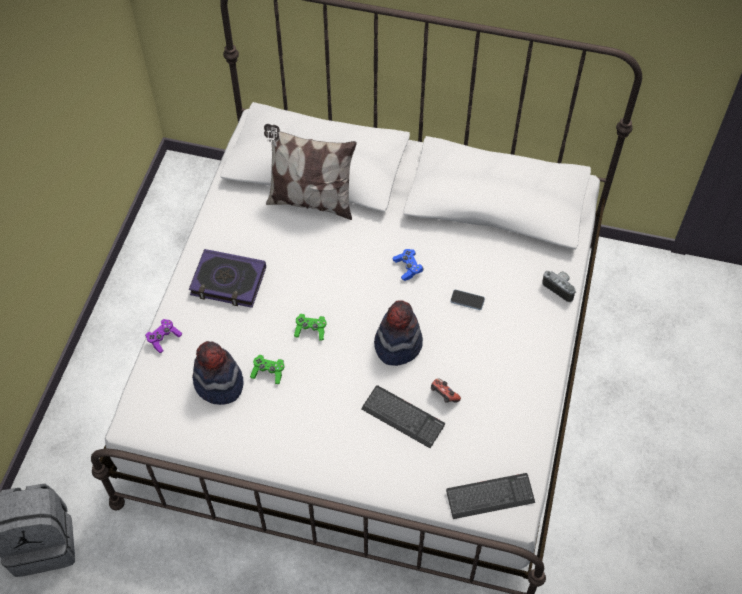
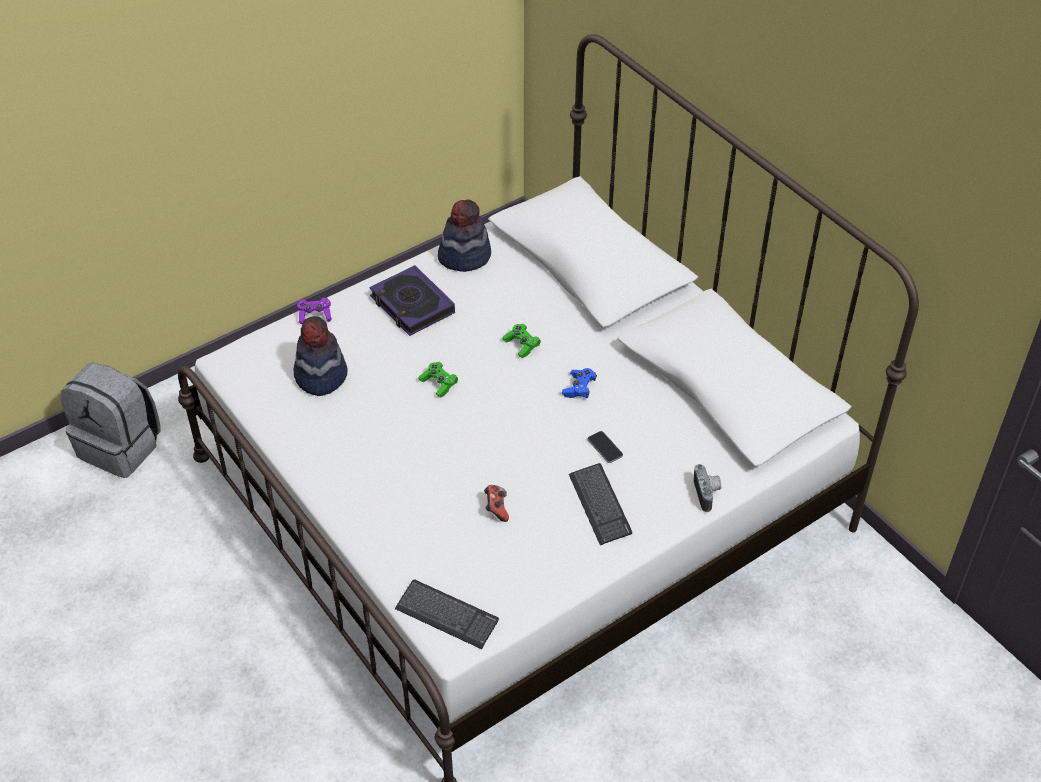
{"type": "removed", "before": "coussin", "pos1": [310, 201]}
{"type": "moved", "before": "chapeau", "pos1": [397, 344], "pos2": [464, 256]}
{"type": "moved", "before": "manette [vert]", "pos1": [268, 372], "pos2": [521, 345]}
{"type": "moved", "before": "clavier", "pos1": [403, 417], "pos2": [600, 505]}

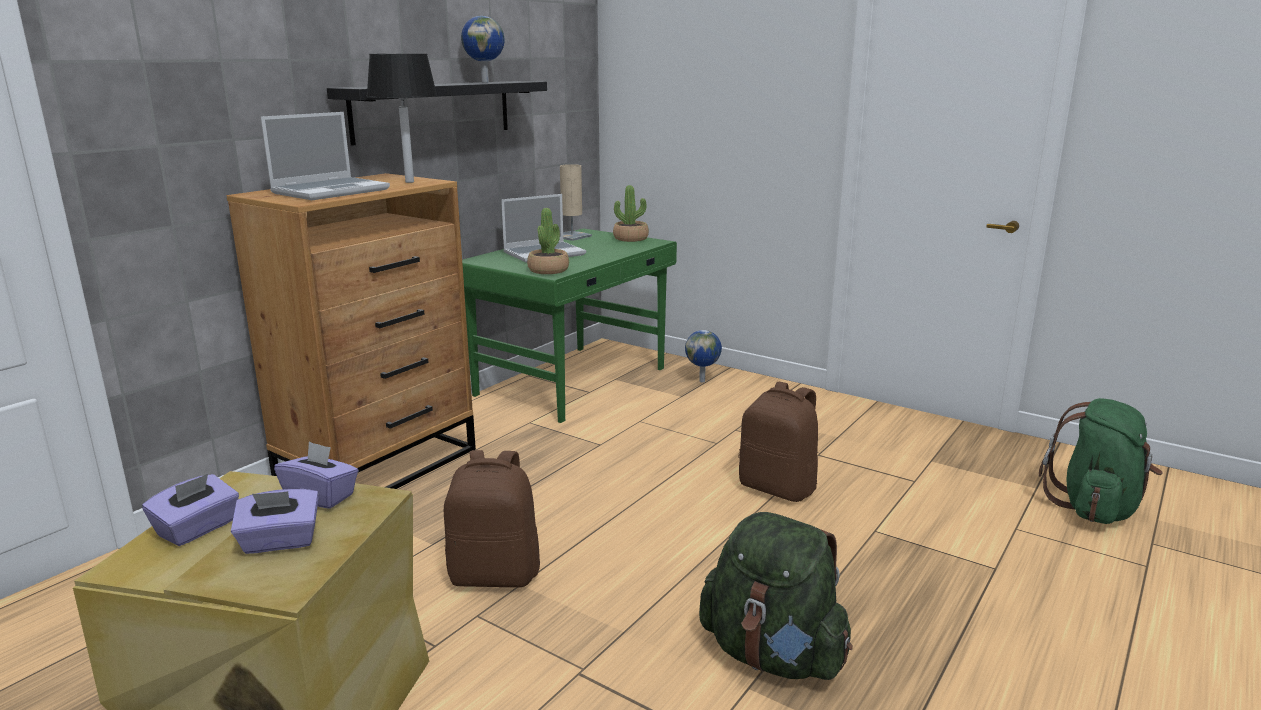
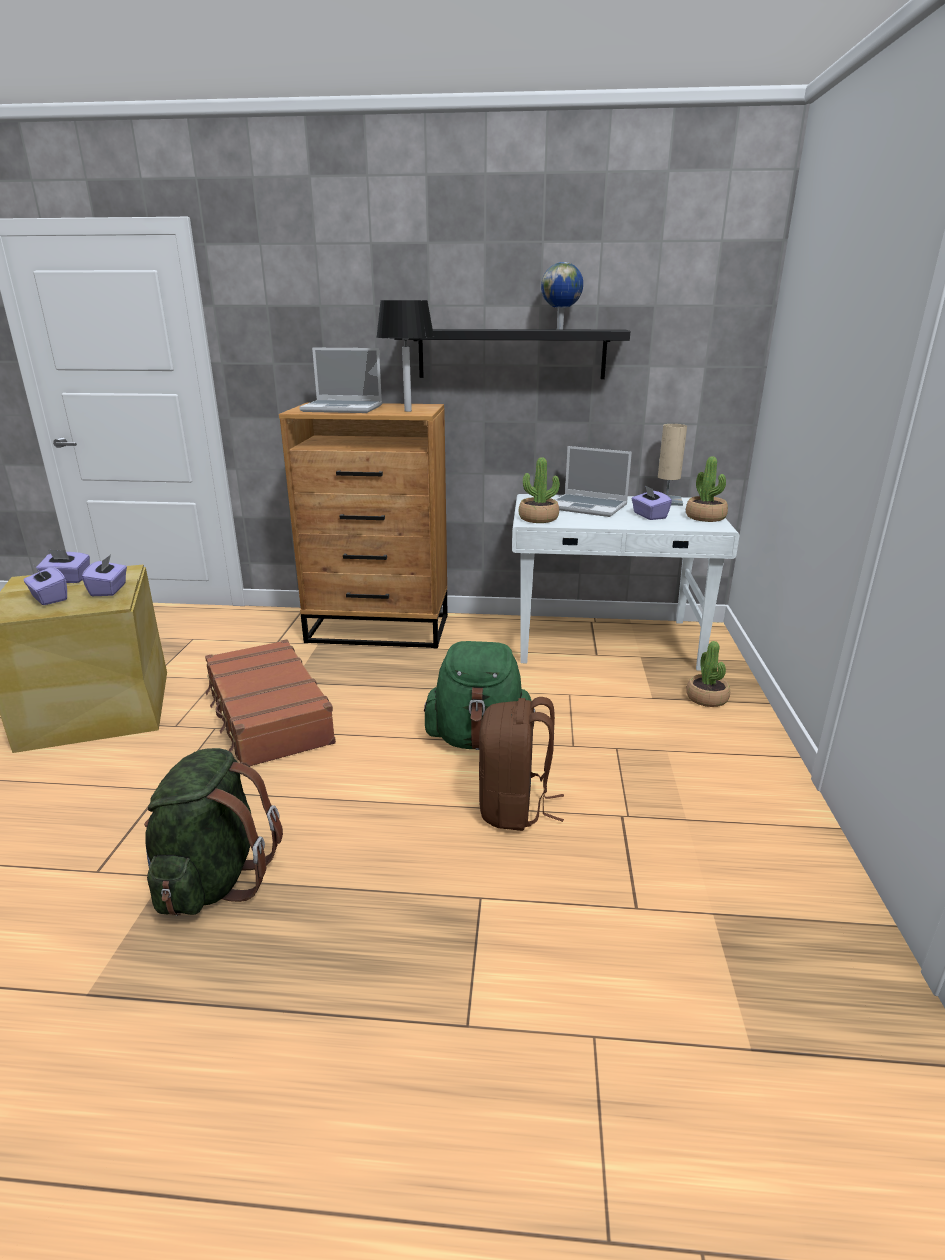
{"type": "recoloured", "before": "bureau [vert]", "after": "bureau [blanc]", "pos1": [574, 381], "pos2": [607, 642]}
{"type": "replaced", "before": "globe", "after": "plante en pot", "pos1": [702, 381], "pos2": [707, 698]}
{"type": "moved", "before": "sac à dos [vert]", "pos1": [1095, 508], "pos2": [479, 740]}
{"type": "replaced", "before": "sac à dos [marron]", "after": "valise [marron]", "pos1": [495, 574], "pos2": [268, 717]}
{"type": "added", "after": "boîte à mouchoirs [violet]", "pos2": [649, 516]}

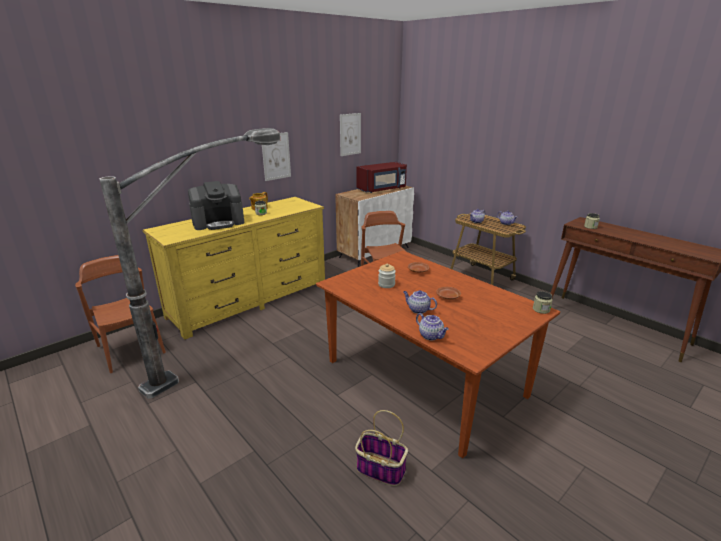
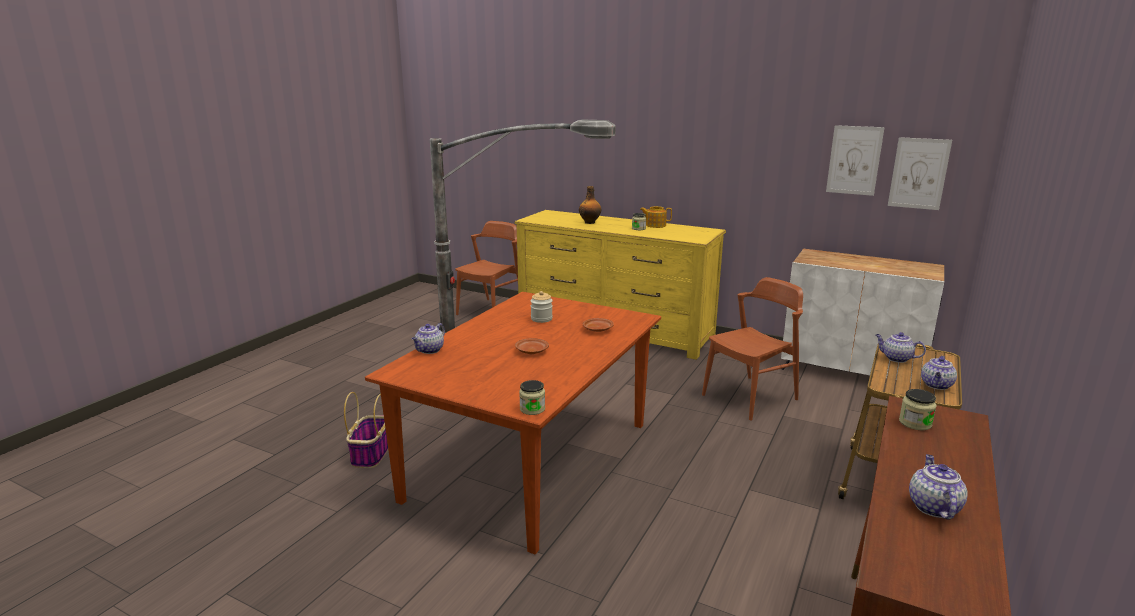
{"type": "moved", "before": "tableau", "pos1": [276, 156], "pos2": [918, 173]}
{"type": "removed", "before": "micro-ondes [rouge]", "pos1": [382, 189]}
{"type": "replaced", "before": "machine à café", "after": "bouteille", "pos1": [218, 222], "pos2": [590, 222]}
{"type": "moved", "before": "théière", "pos1": [418, 310], "pos2": [932, 507]}

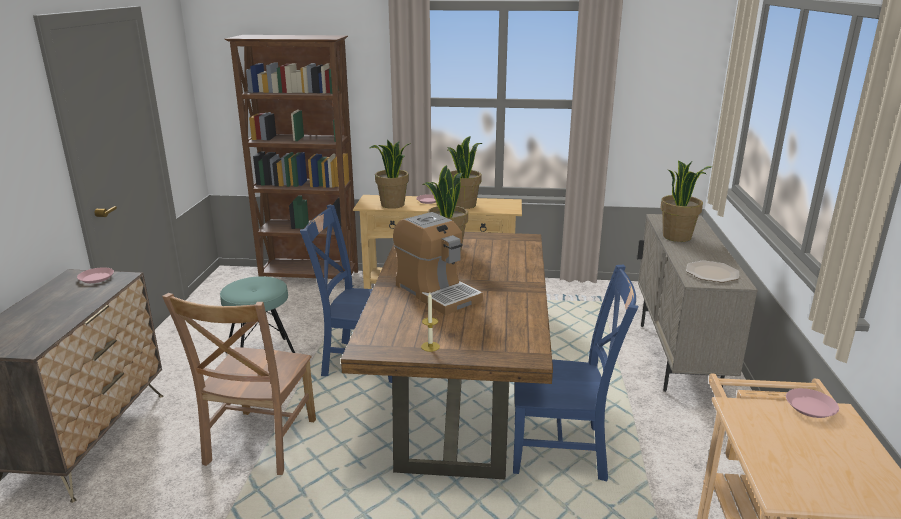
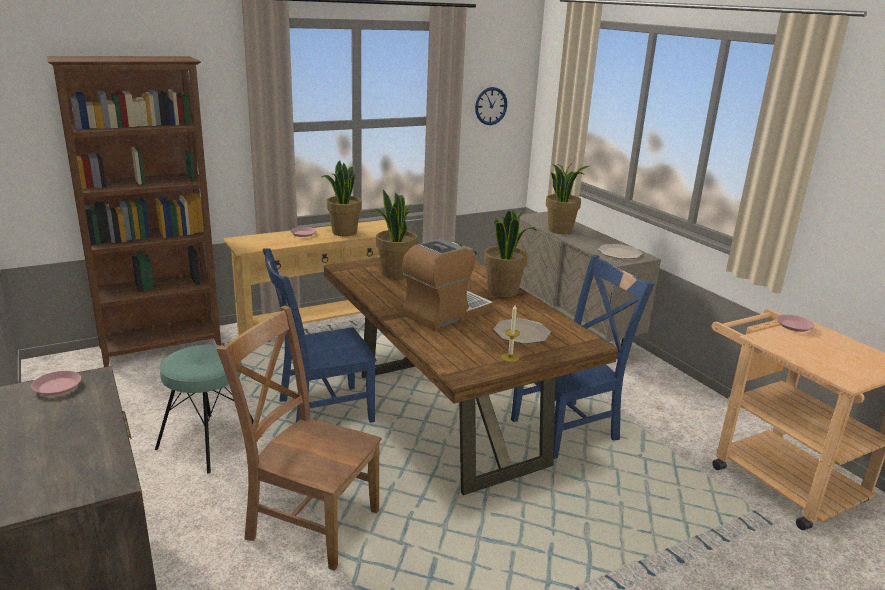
{"type": "moved", "before": "plante en pot", "pos1": [393, 205], "pos2": [503, 292]}
{"type": "turned", "before": "machine à café", "pos1": [436, 292], "pos2": [446, 313], "turn": -60}
{"type": "turned", "before": "chaise [marron]", "pos1": [259, 444], "pos2": [309, 522], "turn": 135}
{"type": "added", "after": "horloge murale", "pos2": [491, 106]}
{"type": "added", "after": "assiette", "pos2": [521, 332]}

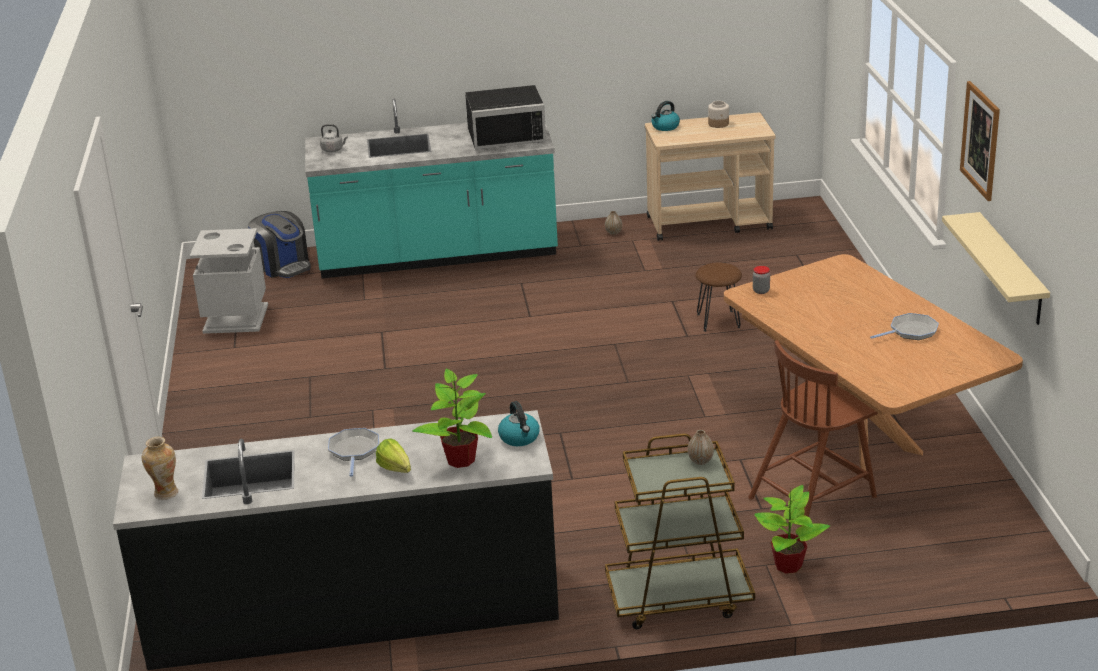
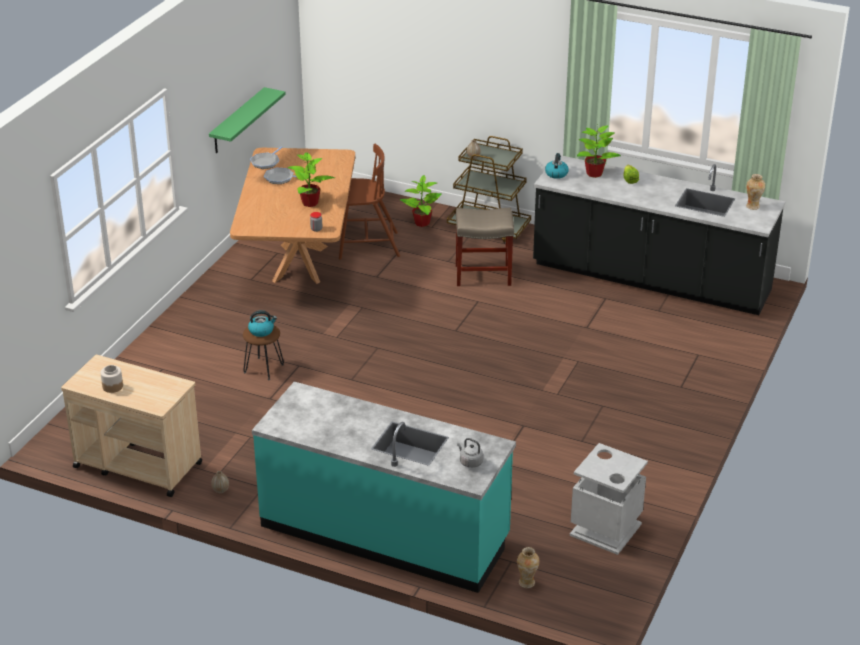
{"type": "removed", "before": "tableau", "pos1": [980, 140]}
{"type": "removed", "before": "micro-ondes [noir]", "pos1": [506, 135]}
{"type": "moved", "before": "bouilloire", "pos1": [665, 127], "pos2": [261, 331]}
{"type": "replaced", "before": "machine à café", "after": "vase", "pos1": [283, 266], "pos2": [527, 583]}
{"type": "recoloured", "before": "étagère [beige]", "after": "étagère [vert]", "pos1": [1011, 269], "pos2": [237, 121]}
{"type": "moved", "before": "poêle", "pos1": [354, 451], "pos2": [266, 162]}
{"type": "added", "after": "plante en pot", "pos2": [310, 203]}
{"type": "added", "after": "tabouret [beige]", "pos2": [484, 275]}

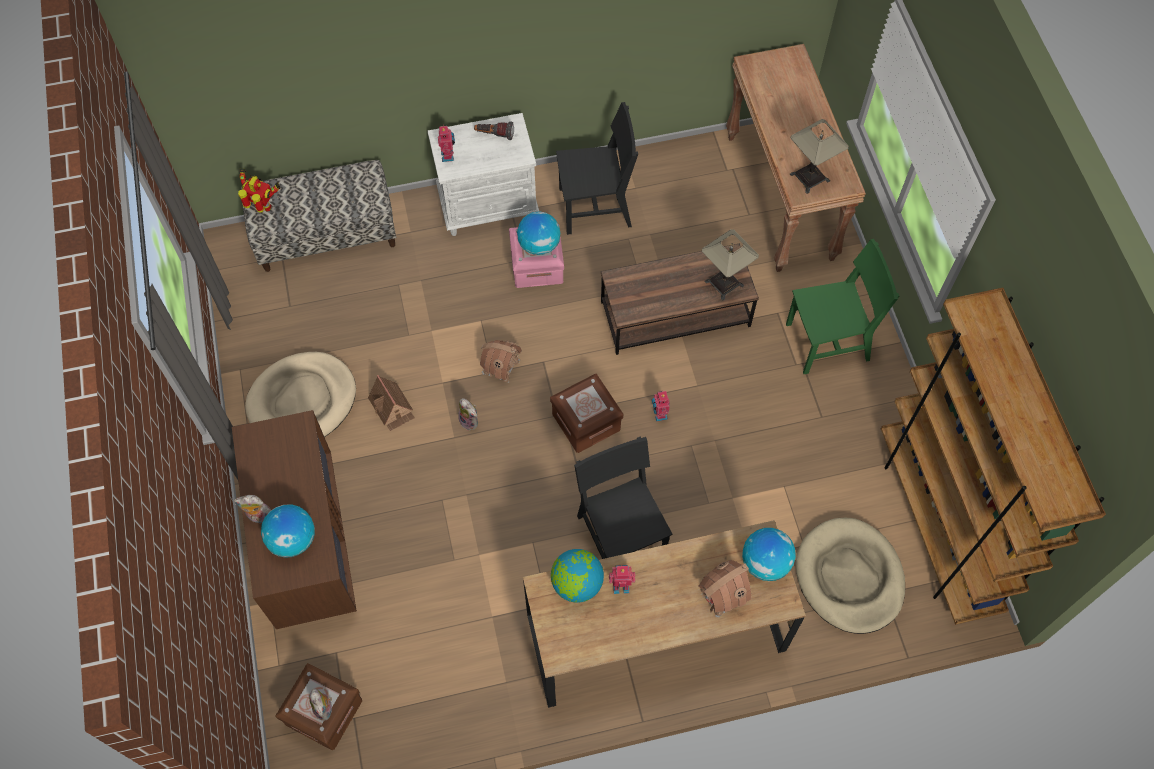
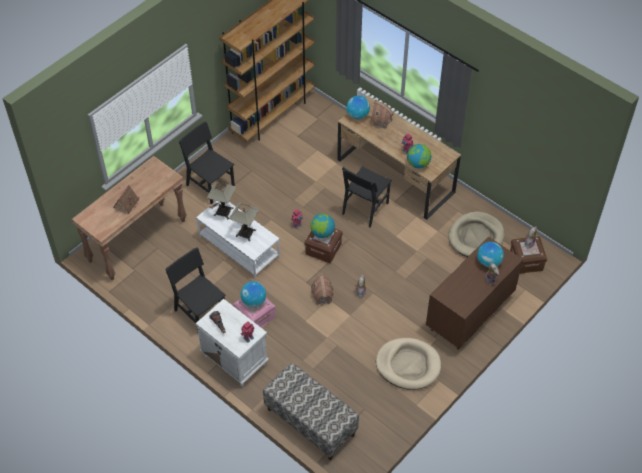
{"type": "moved", "before": "lampe de table", "pos1": [809, 177], "pos2": [245, 233]}
{"type": "removed", "before": "robot jouet", "pos1": [263, 208]}
{"type": "recoloured", "before": "chaise [vert]", "after": "chaise [noir]", "pos1": [827, 342], "pos2": [210, 185]}
{"type": "recoloured", "before": "table basse [marron]", "after": "table basse [blanc]", "pos1": [675, 313], "pos2": [238, 247]}
{"type": "moved", "before": "maison miniature", "pos1": [392, 407], "pos2": [127, 203]}
{"type": "moved", "before": "panier pour chien [beige]", "pos1": [849, 577], "pos2": [476, 237]}
{"type": "added", "after": "globe", "pos2": [322, 233]}

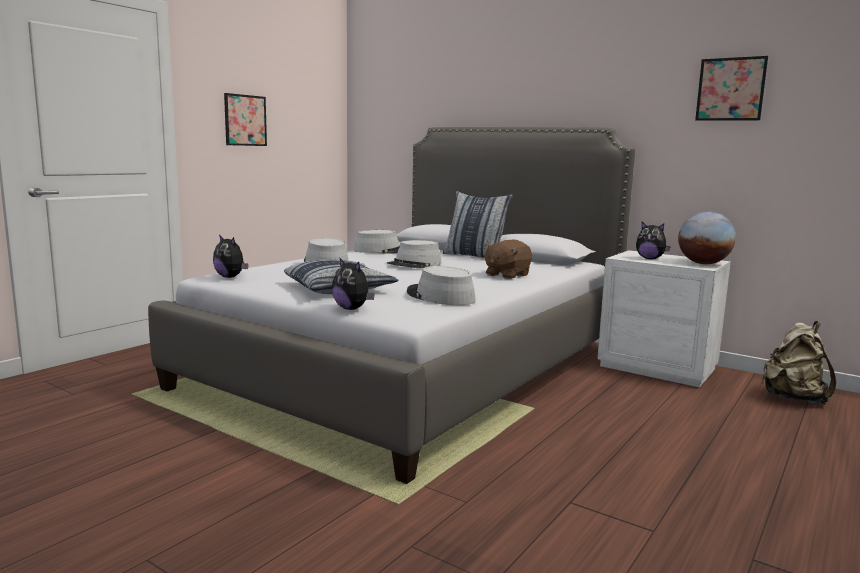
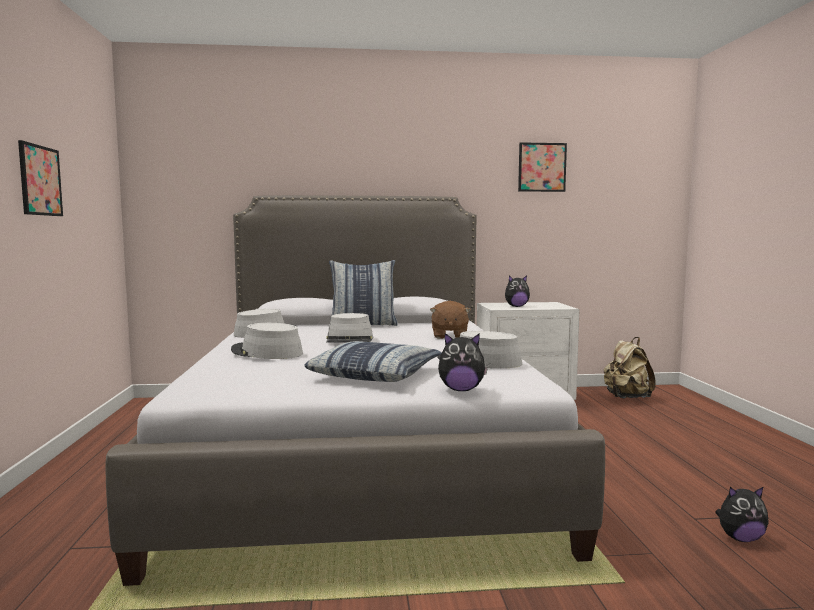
{"type": "removed", "before": "globe", "pos1": [703, 263]}
{"type": "moved", "before": "peluche", "pos1": [231, 277], "pos2": [740, 538]}

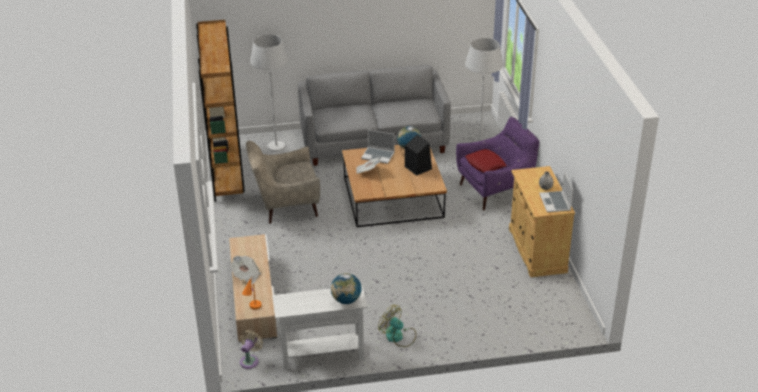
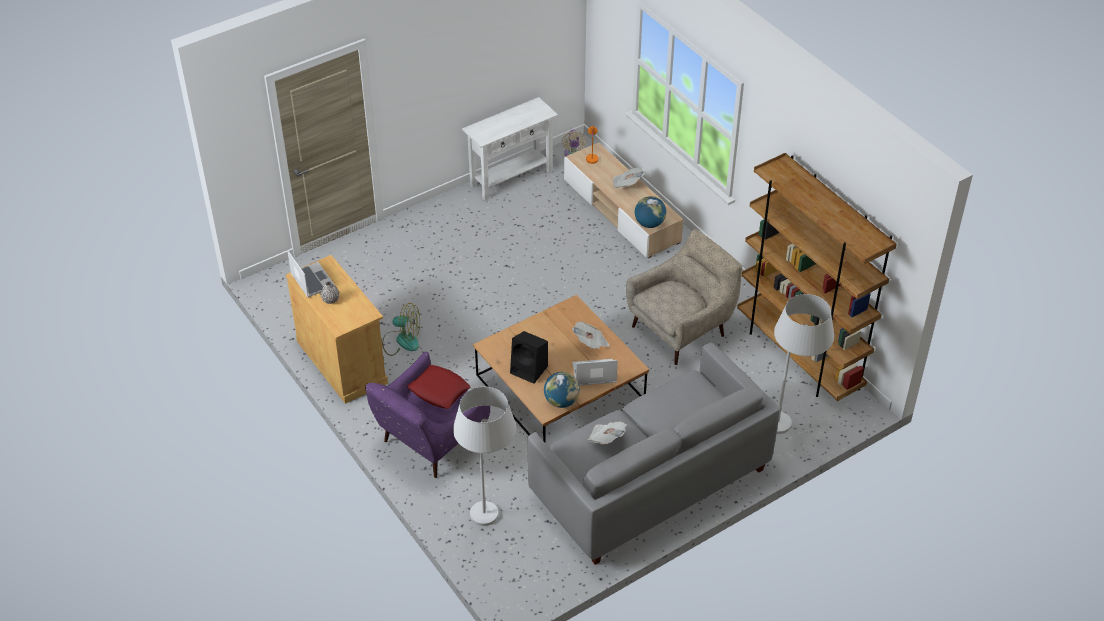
{"type": "moved", "before": "globe", "pos1": [346, 300], "pos2": [649, 224]}
{"type": "moved", "before": "ventilateur", "pos1": [398, 337], "pos2": [401, 341]}
{"type": "added", "after": "journal", "pos2": [606, 438]}

